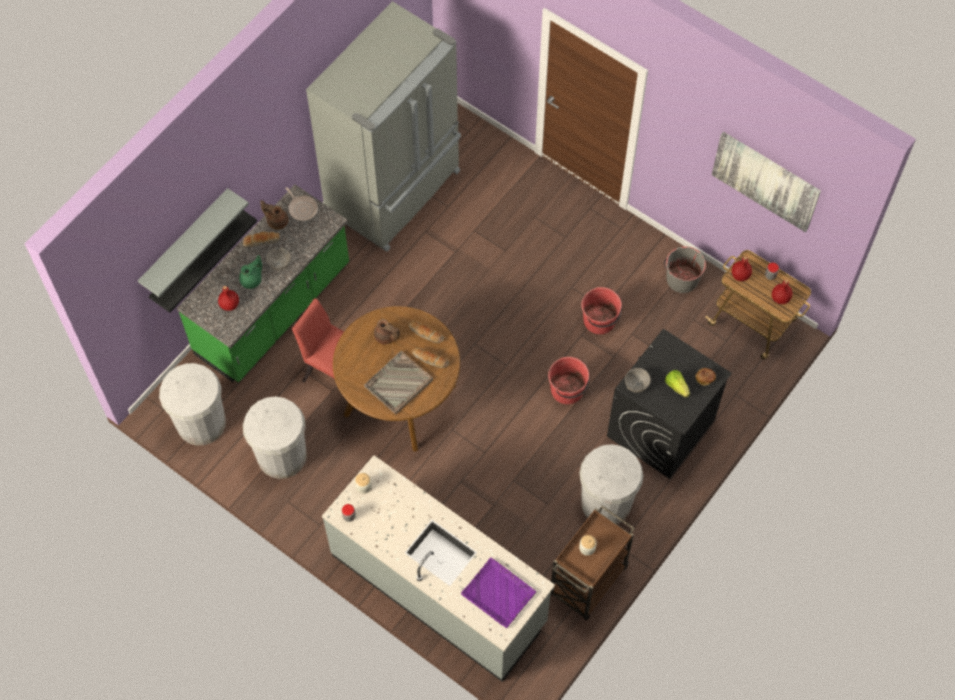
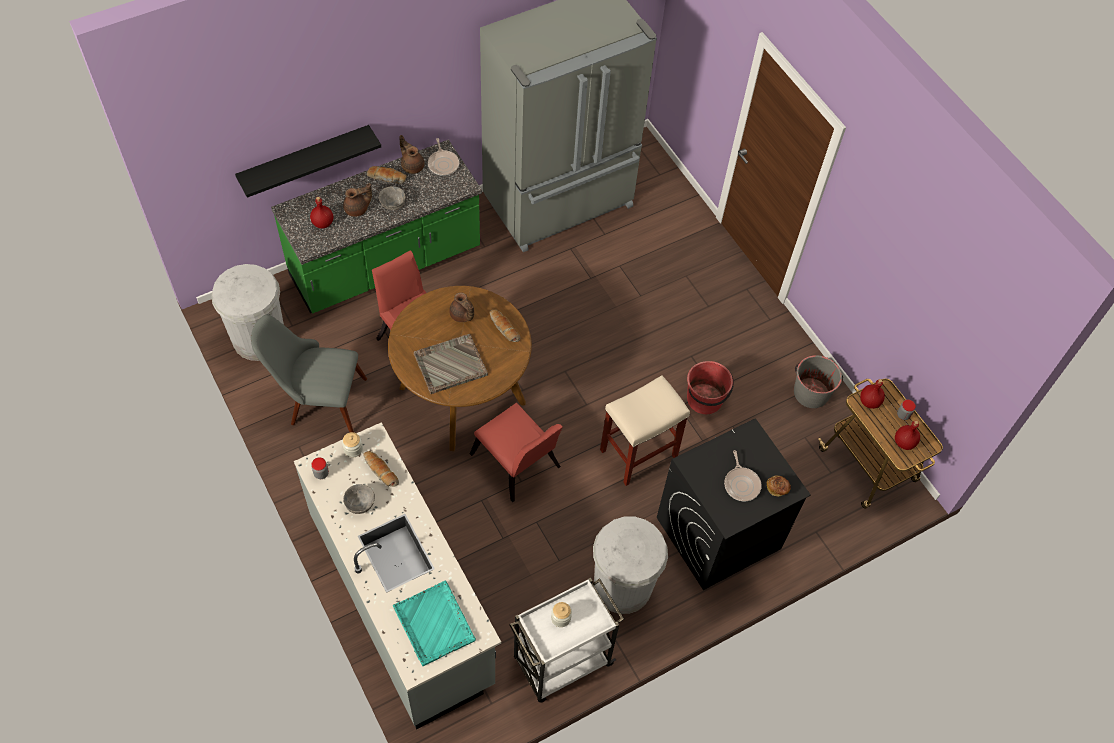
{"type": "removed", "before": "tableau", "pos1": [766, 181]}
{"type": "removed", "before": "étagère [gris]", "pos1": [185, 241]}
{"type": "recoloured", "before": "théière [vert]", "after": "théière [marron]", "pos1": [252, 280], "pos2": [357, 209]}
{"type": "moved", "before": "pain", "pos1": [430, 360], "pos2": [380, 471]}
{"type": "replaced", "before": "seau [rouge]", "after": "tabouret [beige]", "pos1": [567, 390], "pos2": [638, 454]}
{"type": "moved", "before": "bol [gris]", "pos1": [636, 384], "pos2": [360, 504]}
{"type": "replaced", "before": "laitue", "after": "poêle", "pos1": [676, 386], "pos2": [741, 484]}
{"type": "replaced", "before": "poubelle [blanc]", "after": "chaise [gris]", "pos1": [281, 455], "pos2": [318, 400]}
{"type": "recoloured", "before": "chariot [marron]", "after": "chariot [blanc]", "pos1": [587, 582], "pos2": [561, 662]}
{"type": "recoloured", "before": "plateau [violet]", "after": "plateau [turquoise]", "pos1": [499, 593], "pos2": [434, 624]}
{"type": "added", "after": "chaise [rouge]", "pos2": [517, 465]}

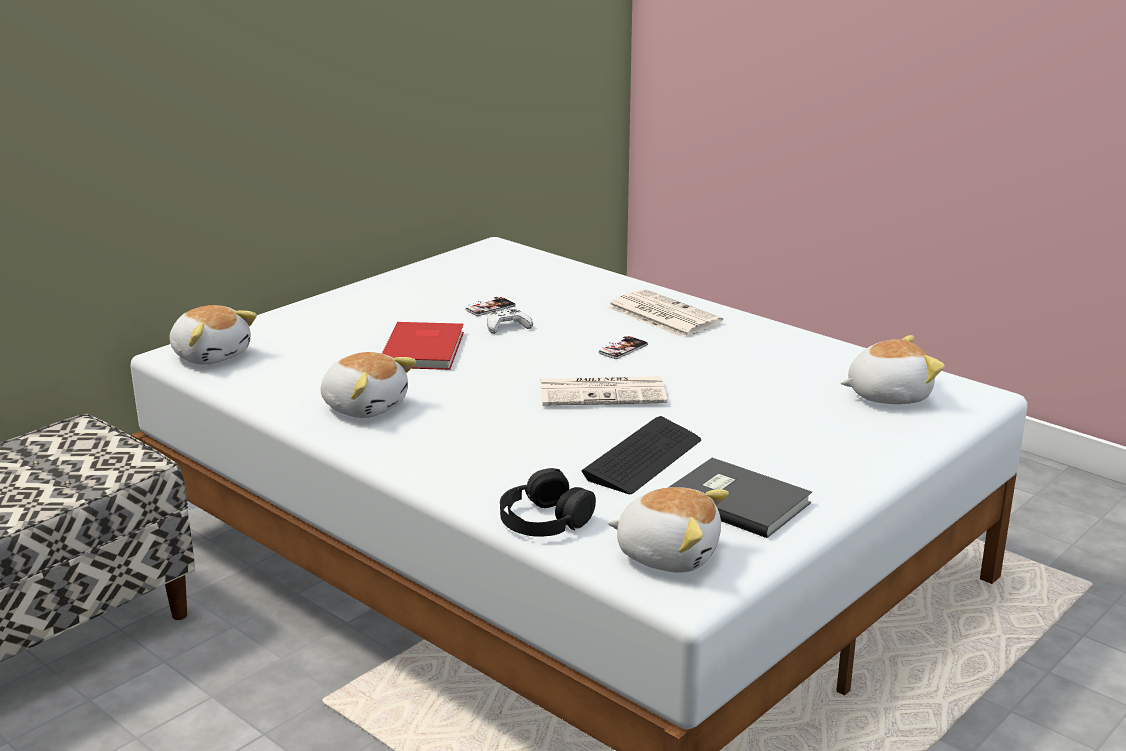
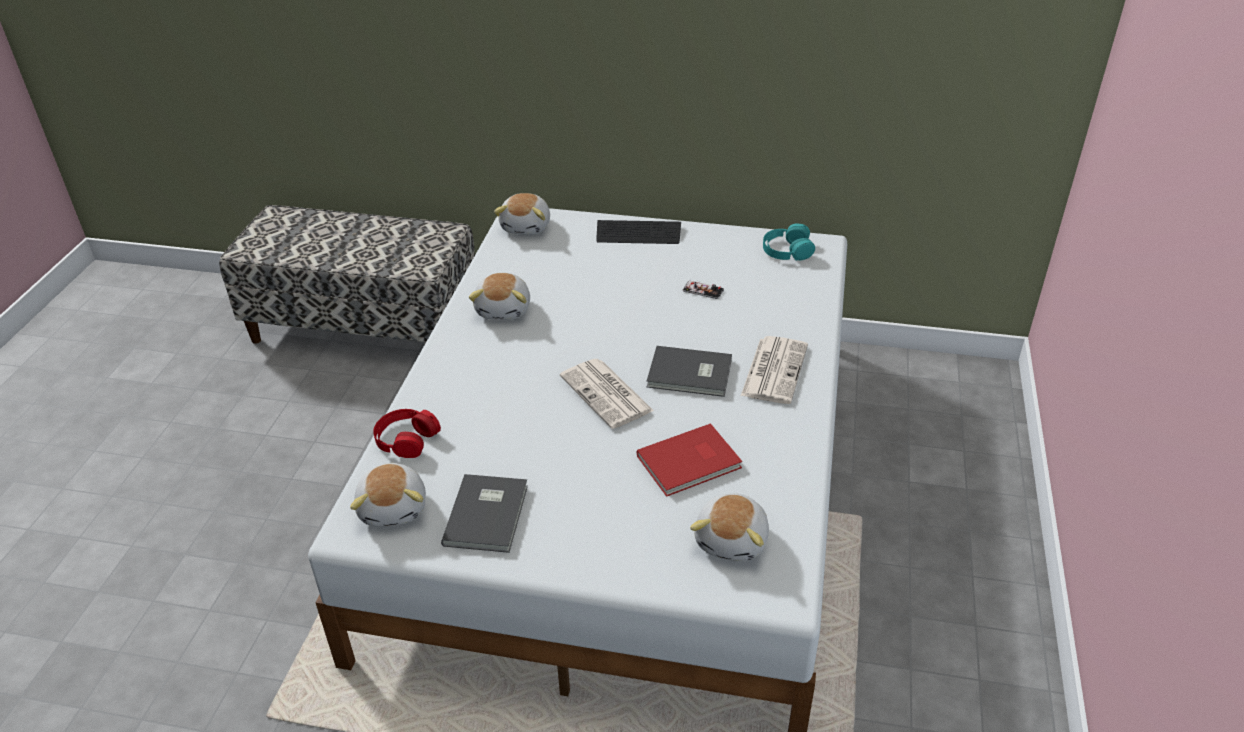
{"type": "removed", "before": "manette [blanc]", "pos1": [507, 327]}
{"type": "moved", "before": "livre [rouge]", "pos1": [425, 349], "pos2": [691, 463]}
{"type": "turned", "before": "peluche", "pos1": [887, 395], "pos2": [733, 540], "turn": 60}
{"type": "replaced", "before": "téléphone", "after": "livre [gris]", "pos1": [623, 349], "pos2": [690, 375]}
{"type": "moved", "before": "clavier", "pos1": [643, 458], "pos2": [638, 234]}
{"type": "recoloured", "before": "casque audio [noir]", "after": "casque audio [rouge]", "pos1": [544, 519], "pos2": [406, 439]}
{"type": "added", "after": "casque audio [turquoise]", "pos2": [787, 250]}

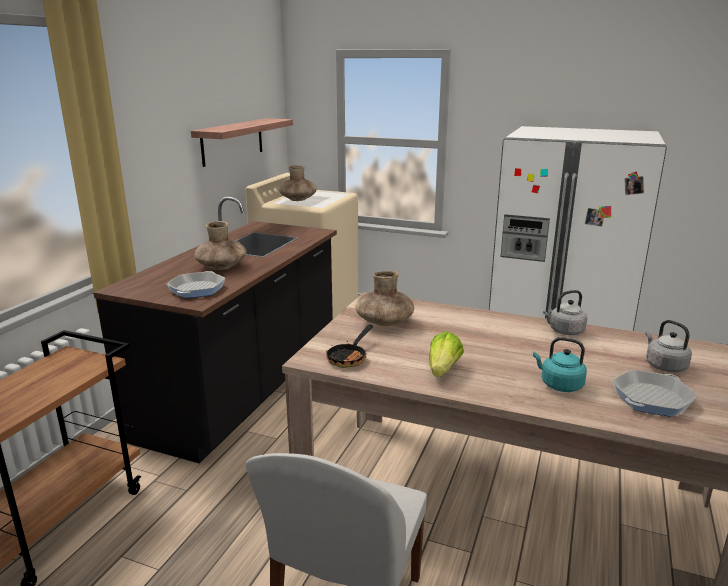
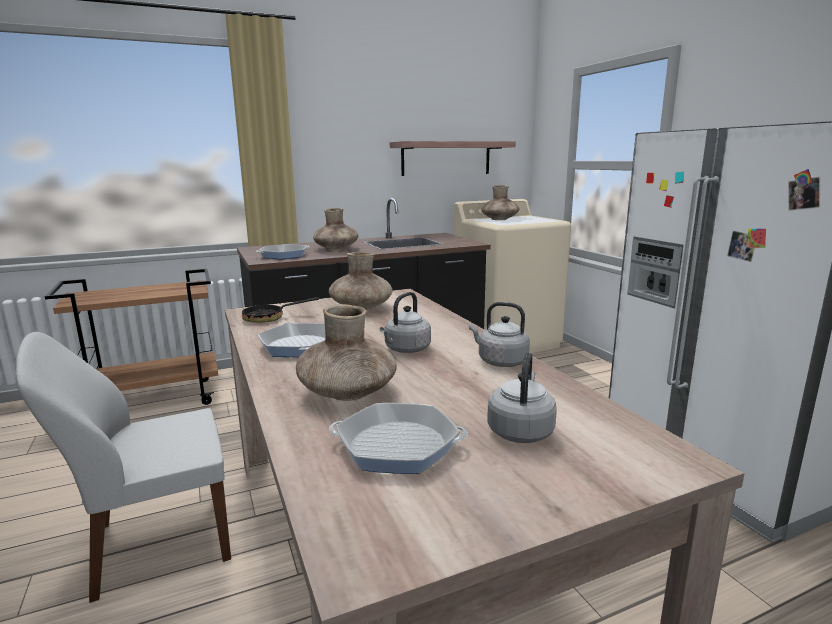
{"type": "replaced", "before": "laitue", "after": "poêle", "pos1": [443, 370], "pos2": [298, 346]}
{"type": "replaced", "before": "bouilloire [turquoise]", "after": "vase [marron]", "pos1": [559, 385], "pos2": [348, 392]}
{"type": "added", "after": "bouilloire [gris]", "pos2": [406, 349]}

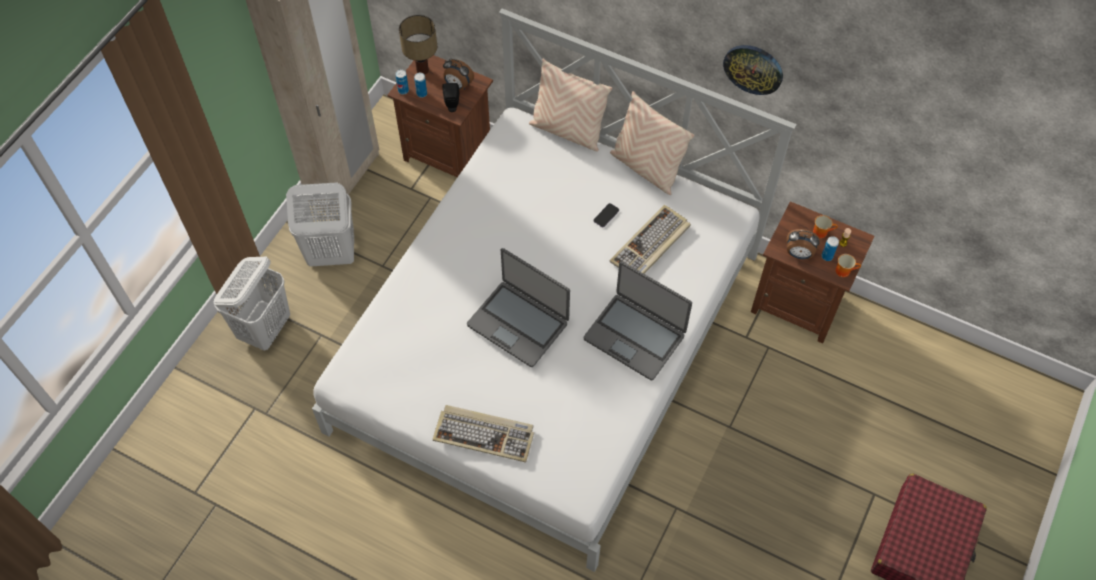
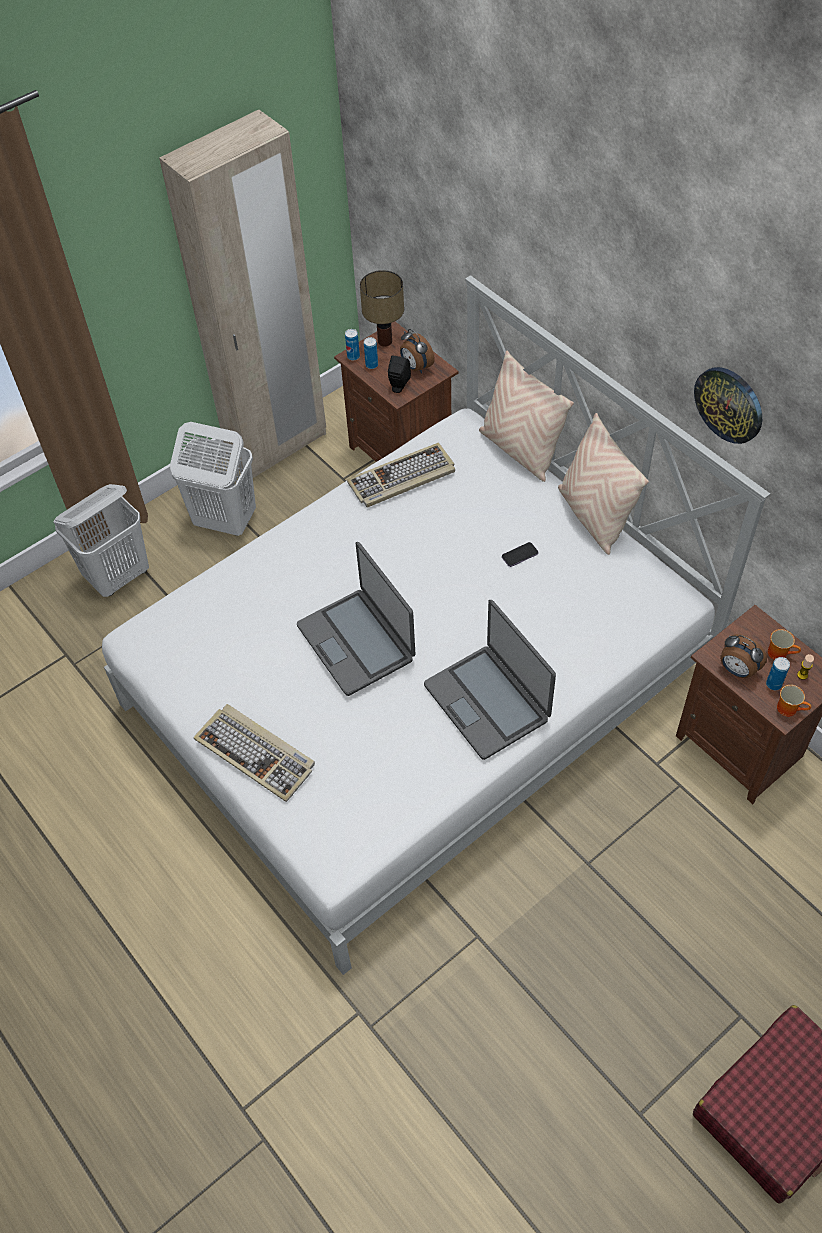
{"type": "moved", "before": "clavier", "pos1": [650, 245], "pos2": [402, 479]}

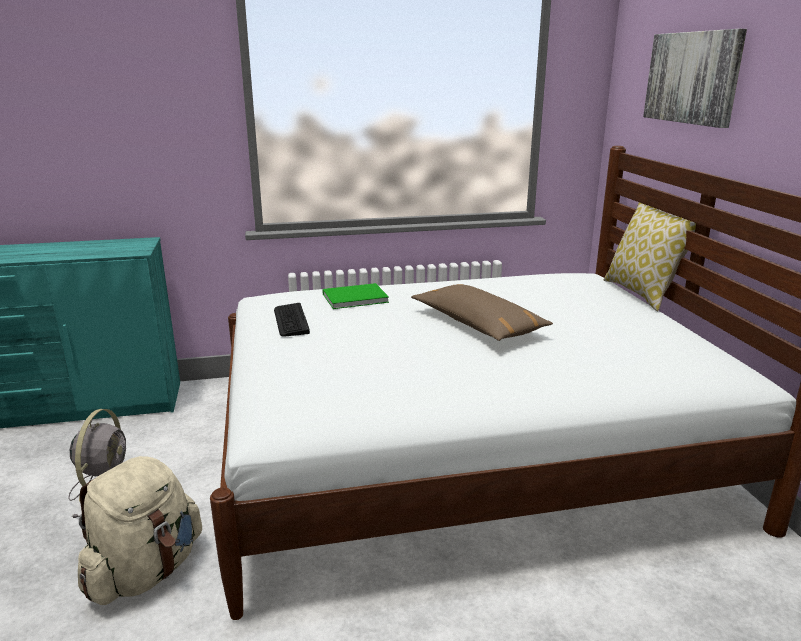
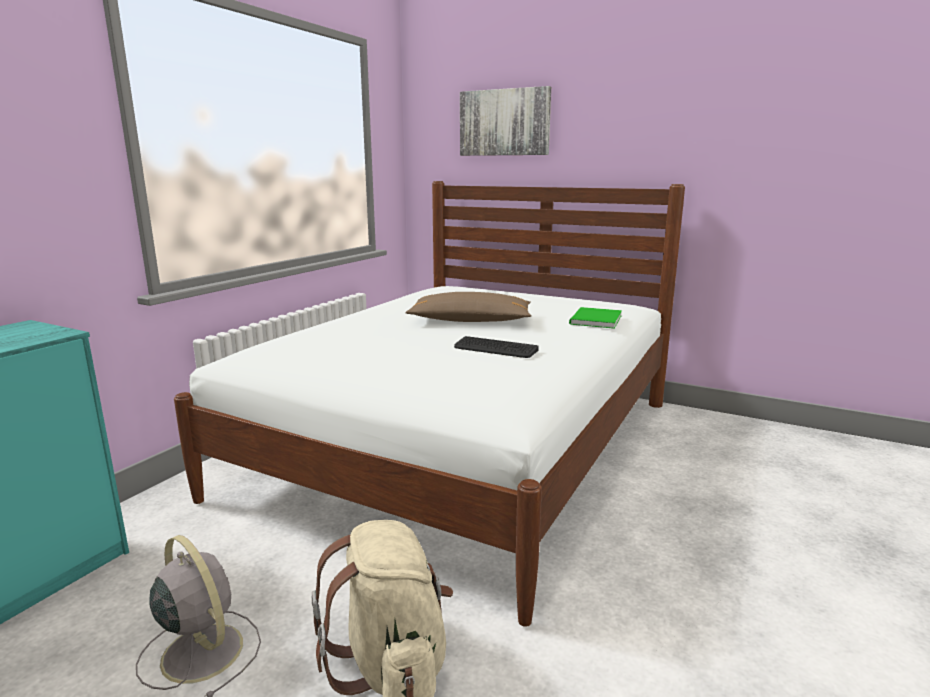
{"type": "removed", "before": "coussin", "pos1": [642, 294]}
{"type": "moved", "before": "livre [vert]", "pos1": [353, 298], "pos2": [594, 320]}
{"type": "moved", "before": "clavier", "pos1": [291, 320], "pos2": [495, 349]}

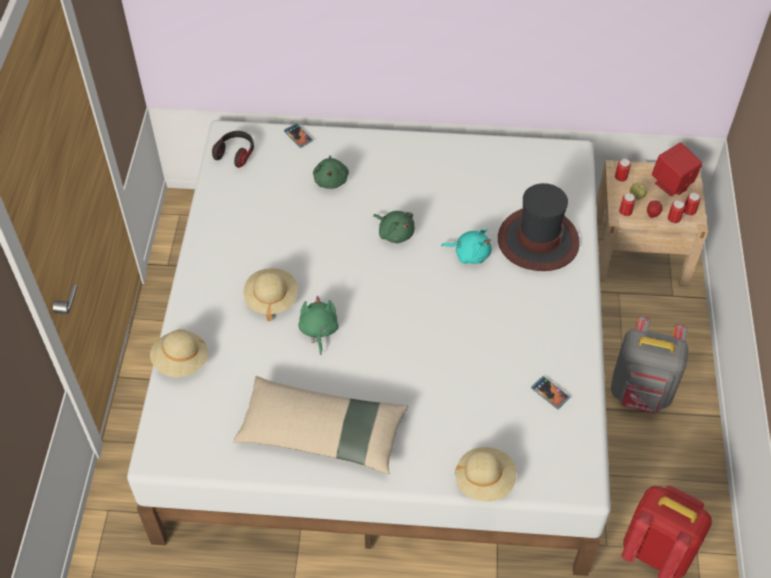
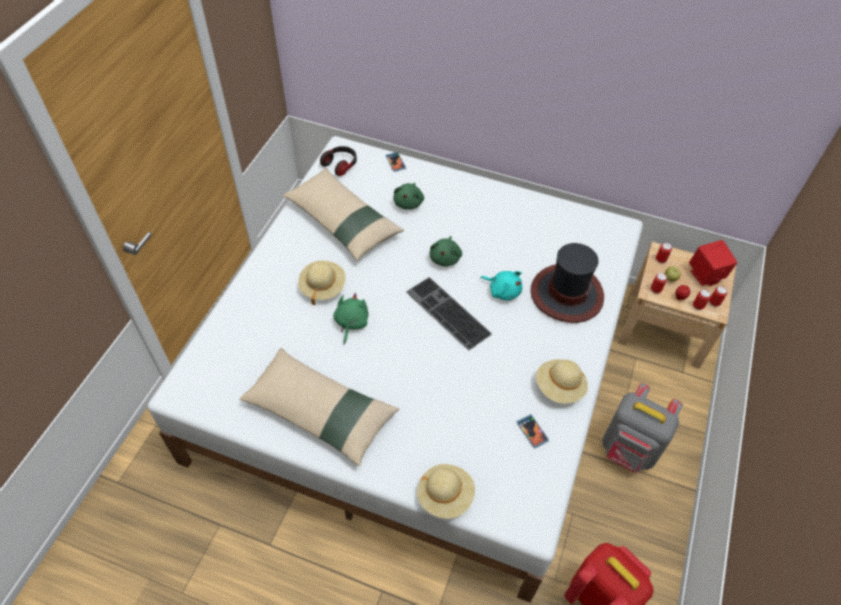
{"type": "turned", "before": "peluche [vert]", "pos1": [395, 233], "pos2": [445, 258], "turn": 45}
{"type": "moved", "before": "chapeau [beige]", "pos1": [181, 361], "pos2": [559, 387]}
{"type": "added", "after": "coussin [beige]", "pos2": [342, 221]}
{"type": "added", "after": "clavier", "pos2": [446, 313]}

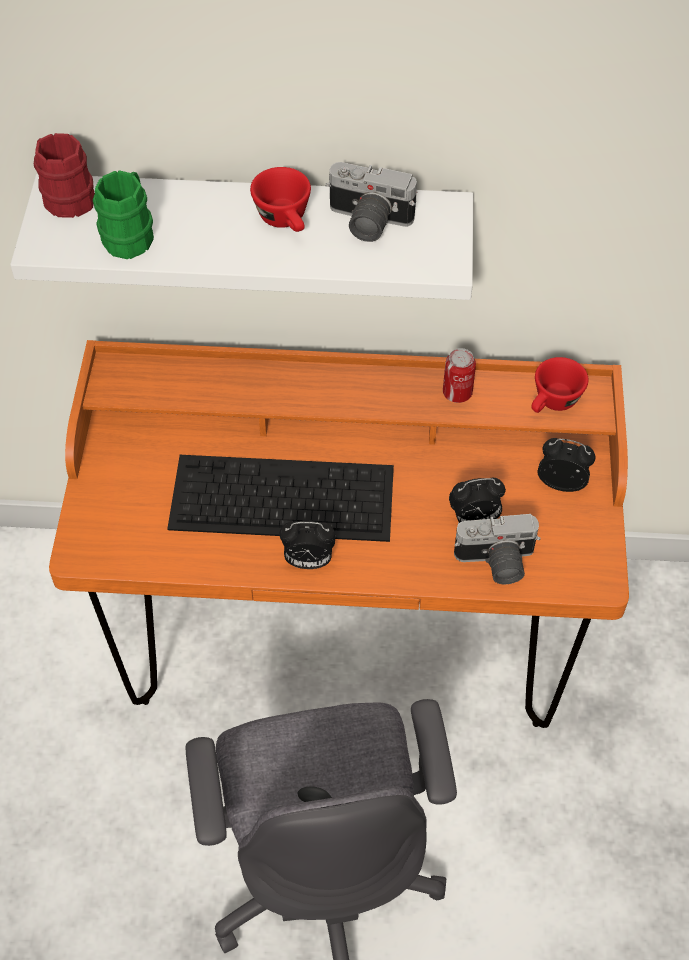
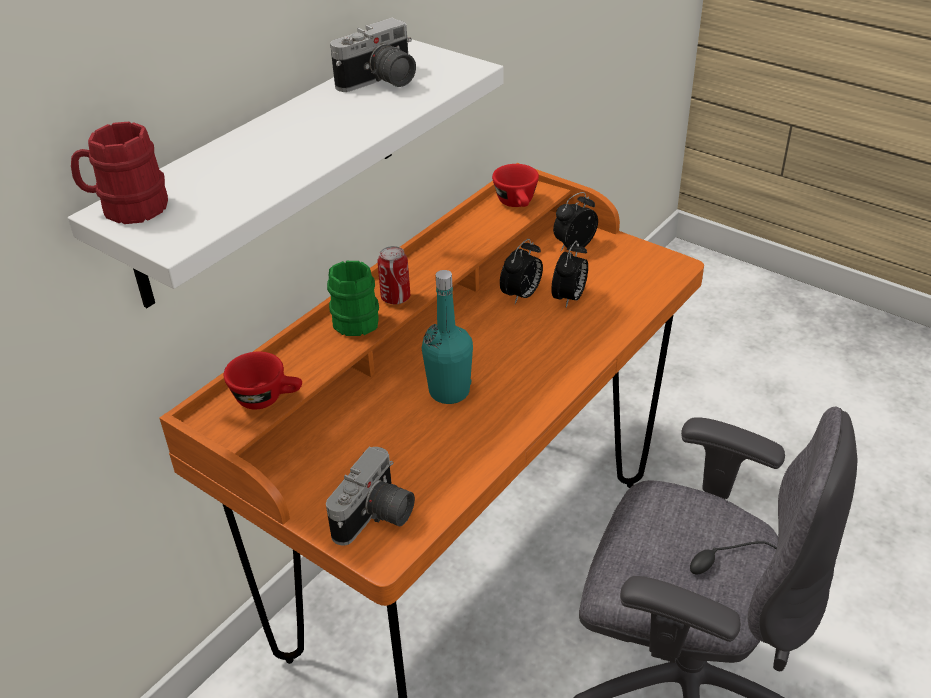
{"type": "moved", "before": "tasse [rouge]", "pos1": [286, 221], "pos2": [268, 398]}
{"type": "moved", "before": "mug [vert]", "pos1": [130, 234], "pos2": [351, 319]}
{"type": "moved", "before": "boîte métallique", "pos1": [457, 393], "pos2": [395, 298]}
{"type": "replaced", "before": "clavier", "after": "bouteille [turquoise]", "pos1": [280, 498], "pos2": [449, 391]}
{"type": "moved", "before": "appareil photo", "pos1": [496, 563], "pos2": [376, 518]}
{"type": "moved", "before": "réveil", "pos1": [308, 561], "pos2": [521, 295]}

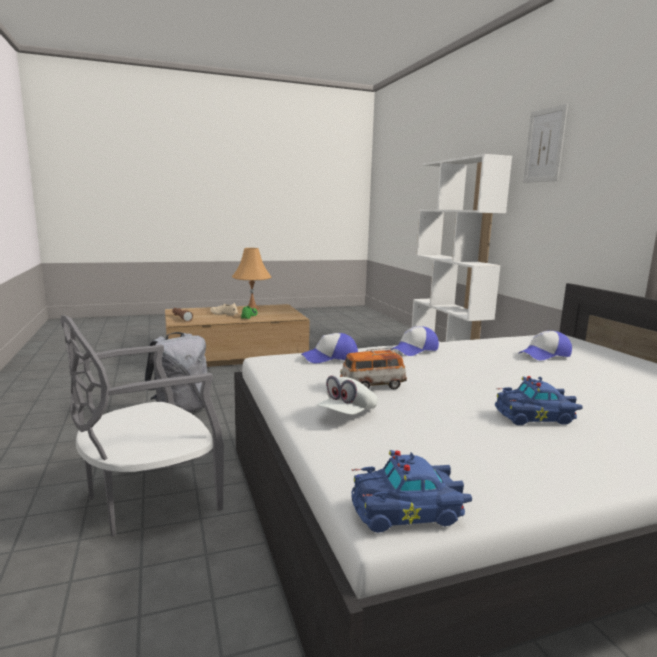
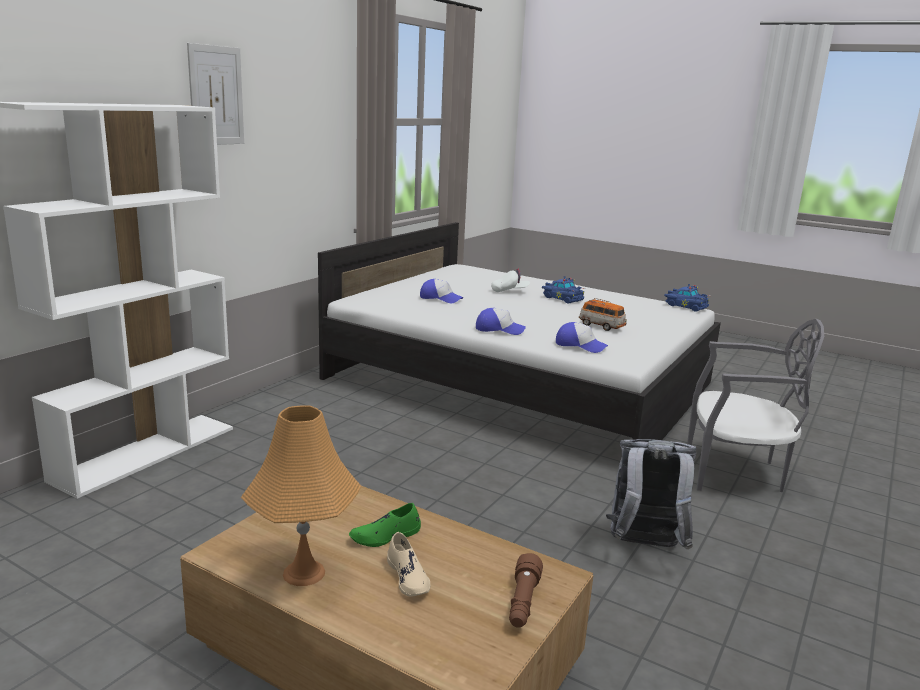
{"type": "moved", "before": "casquette [blanc]", "pos1": [347, 414], "pos2": [510, 291]}

